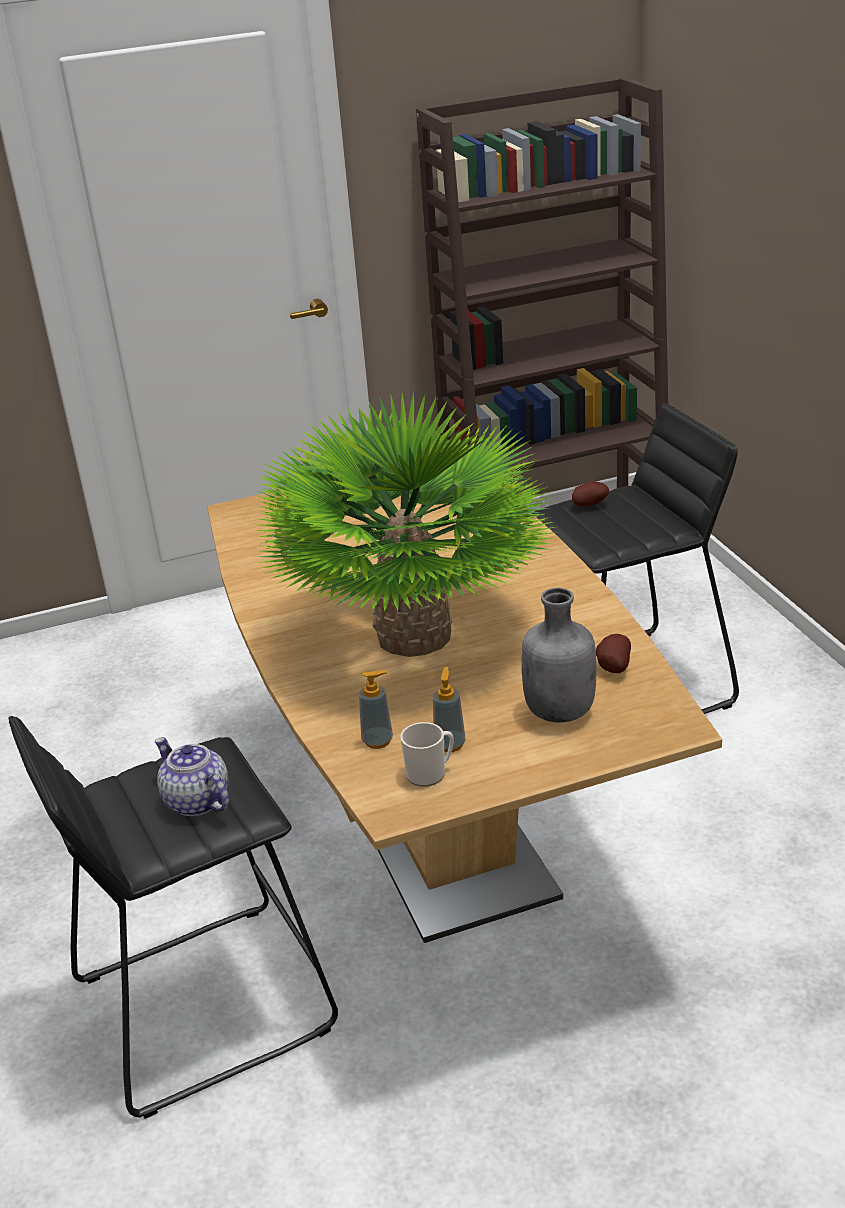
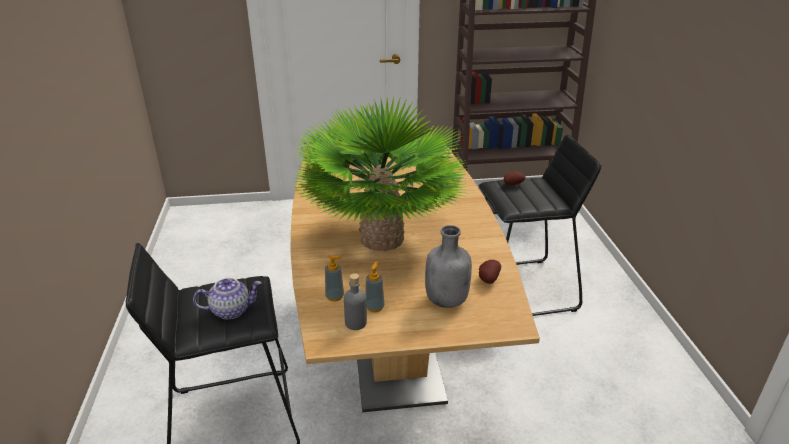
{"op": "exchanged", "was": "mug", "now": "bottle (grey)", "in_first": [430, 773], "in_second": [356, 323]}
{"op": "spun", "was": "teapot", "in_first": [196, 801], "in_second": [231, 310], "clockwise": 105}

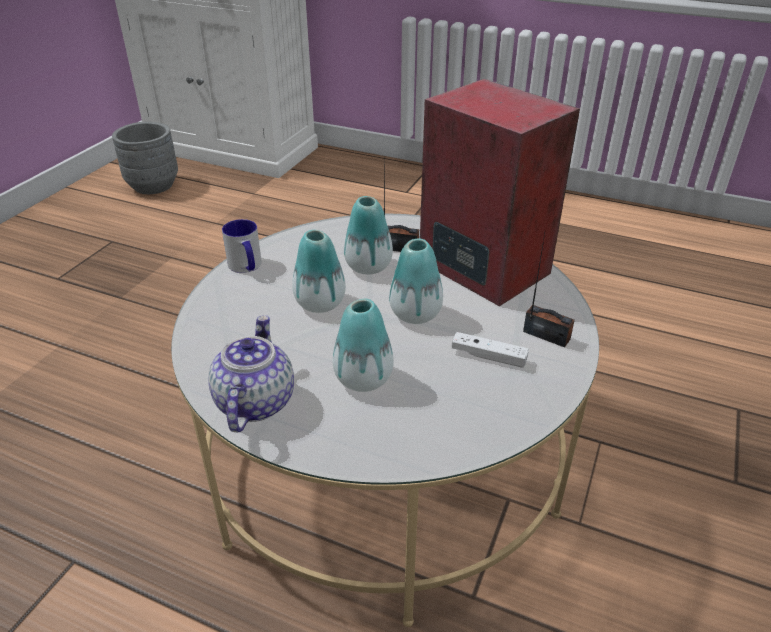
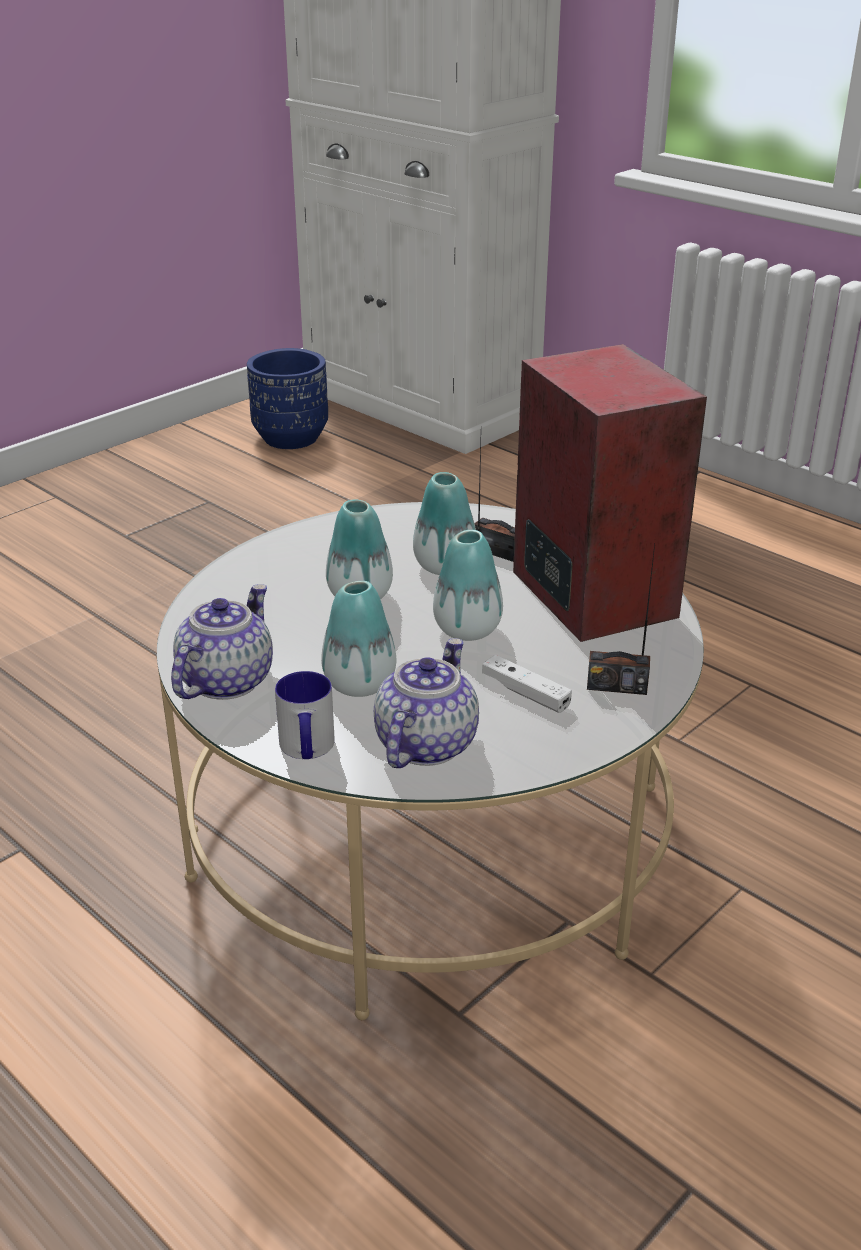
{"op": "colour", "was": "planter (grey)", "now": "planter (blue)", "in_first": [153, 185], "in_second": [291, 438]}
{"op": "relocated", "was": "mug", "in_first": [246, 267], "in_second": [307, 749]}
{"op": "spun", "was": "radio", "in_first": [546, 335], "in_second": [617, 686], "clockwise": 135}
{"op": "appeared", "now": "teapot", "in_second": [425, 743]}

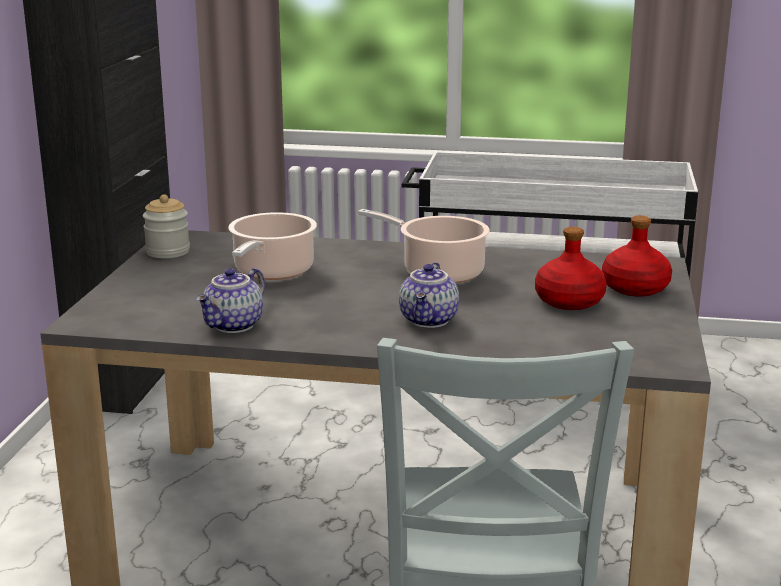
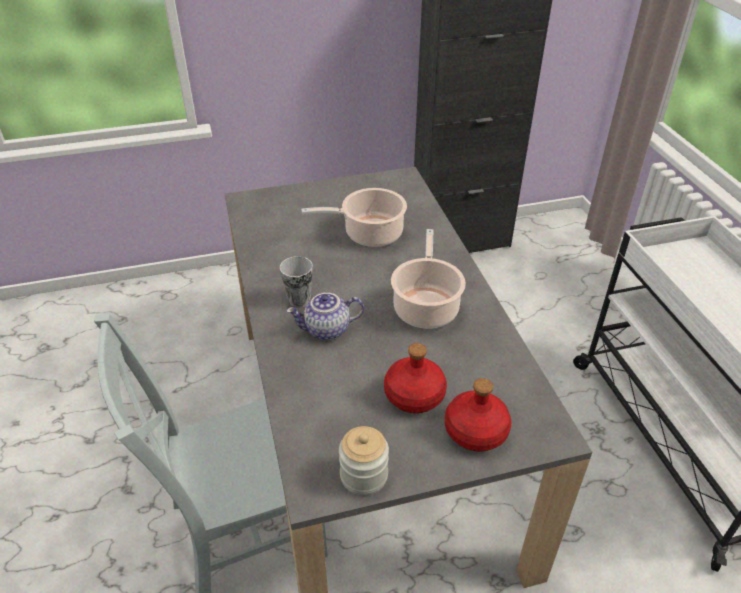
{"op": "relocated", "was": "jar", "in_first": [168, 252], "in_second": [364, 476]}
{"op": "missing", "was": "teapot", "in_first": [234, 326]}
{"op": "appeared", "now": "cup", "in_second": [299, 300]}

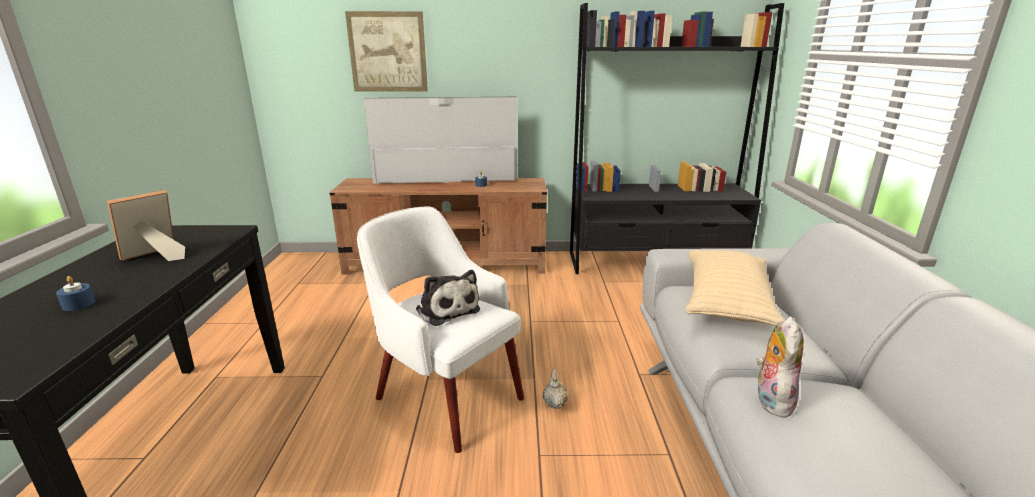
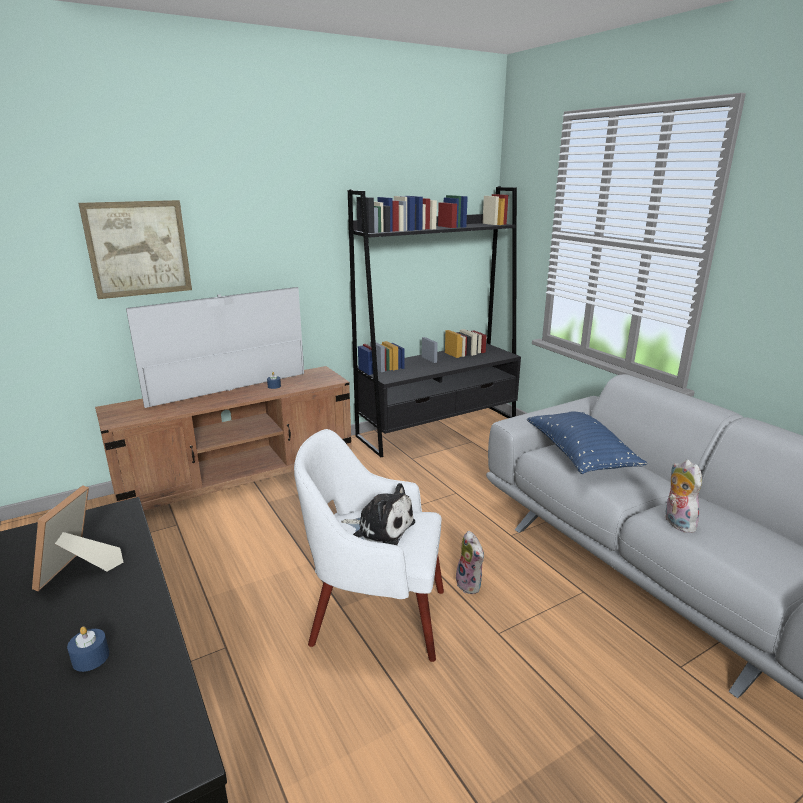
{"op": "colour", "was": "pillow (beige)", "now": "pillow (blue)", "in_first": [726, 302], "in_second": [579, 456]}
{"op": "exchanged", "was": "teapot (beige)", "now": "plush toy", "in_first": [554, 403], "in_second": [471, 584]}

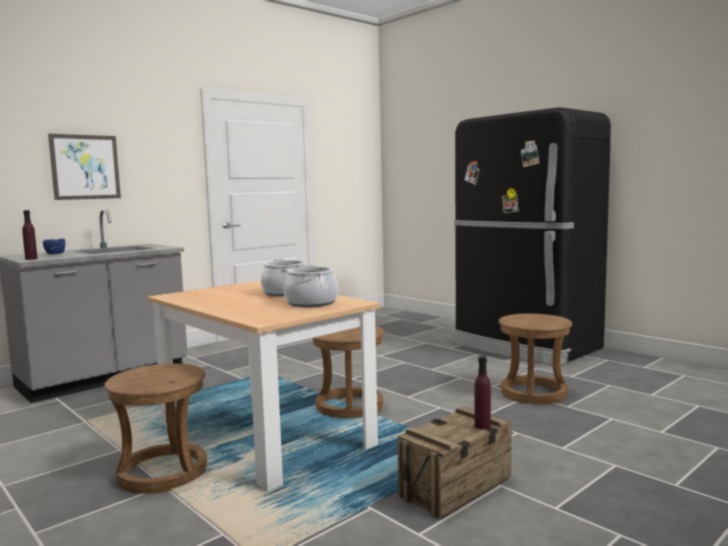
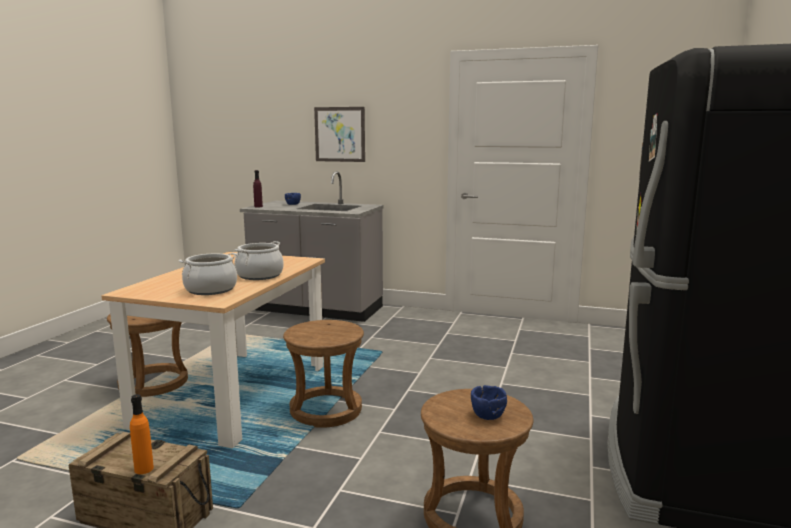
{"op": "colour", "was": "bottle (purple)", "now": "bottle (orange)", "in_first": [482, 426], "in_second": [144, 469]}
{"op": "appeared", "now": "bowl (blue)", "in_second": [487, 415]}

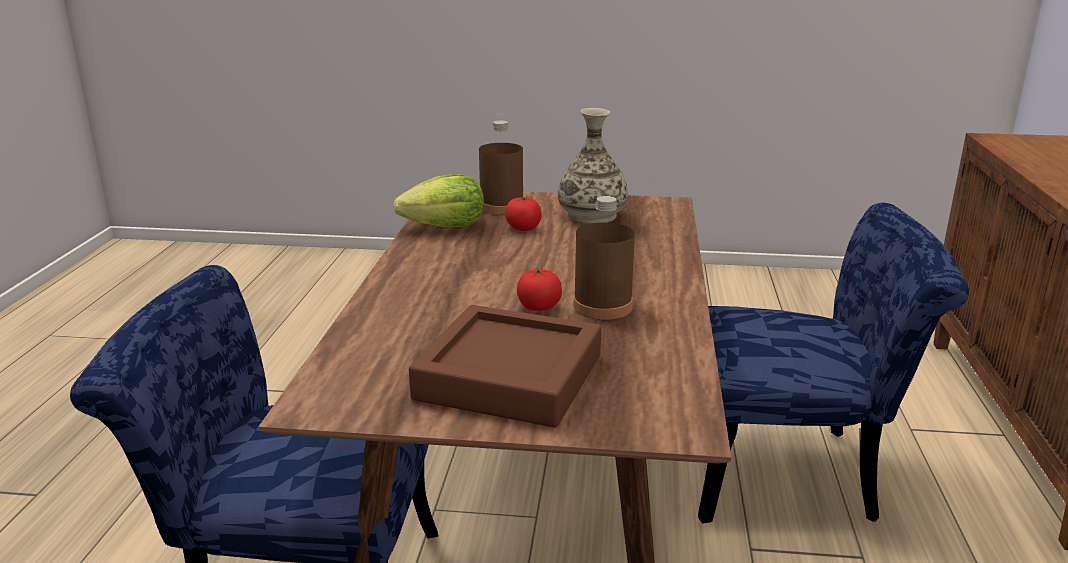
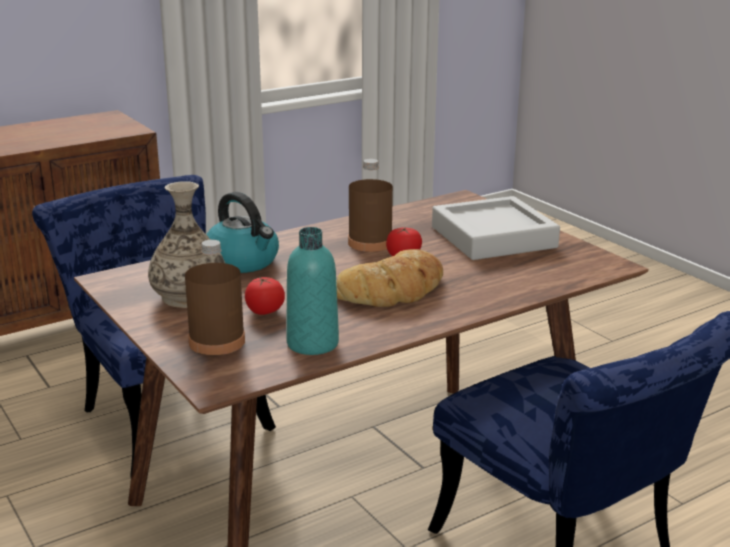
{"op": "exchanged", "was": "lettuce", "now": "bottle (turquoise)", "in_first": [445, 227], "in_second": [312, 343]}
{"op": "colour", "was": "tray (brown)", "now": "tray (grey)", "in_first": [509, 377], "in_second": [493, 237]}
{"op": "appeared", "now": "kettle", "in_second": [243, 262]}
{"op": "appeared", "now": "bread", "in_second": [394, 290]}

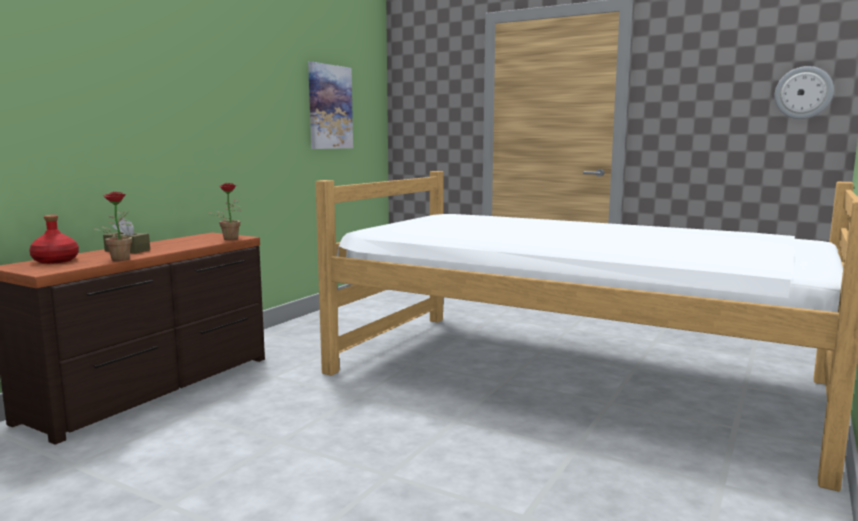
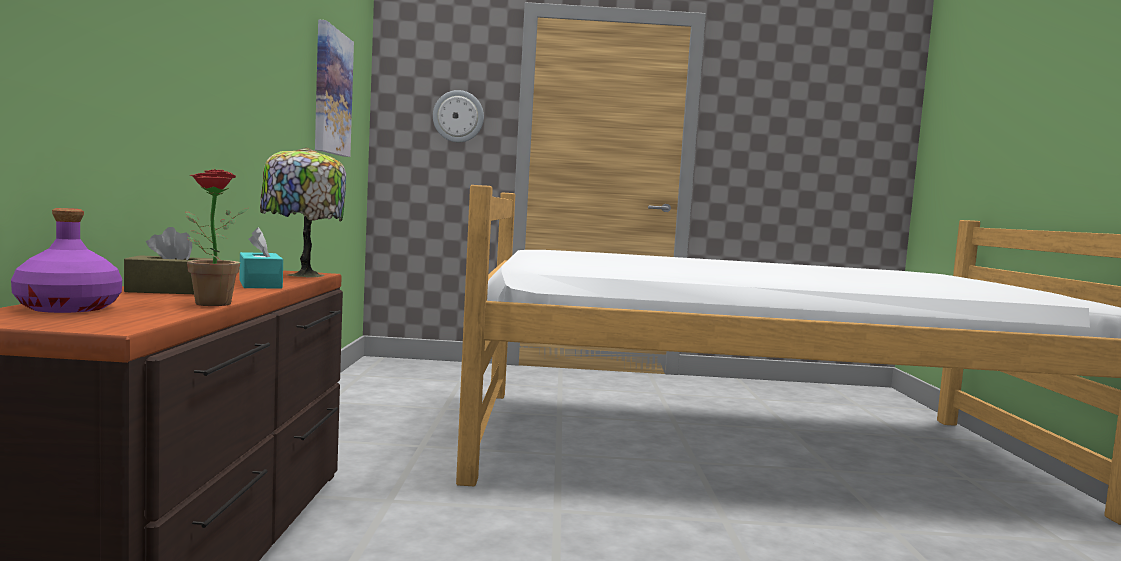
{"op": "relocated", "was": "wall clock", "in_first": [803, 93], "in_second": [458, 116]}
{"op": "exchanged", "was": "potted plant", "now": "table lamp", "in_first": [230, 238], "in_second": [302, 275]}
{"op": "colour", "was": "bottle (red)", "now": "bottle (purple)", "in_first": [55, 261], "in_second": [67, 308]}
{"op": "appeared", "now": "tissue box (turquoise)", "in_second": [260, 284]}

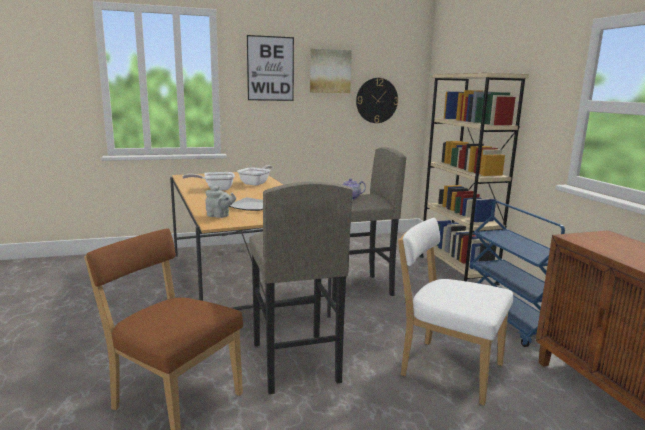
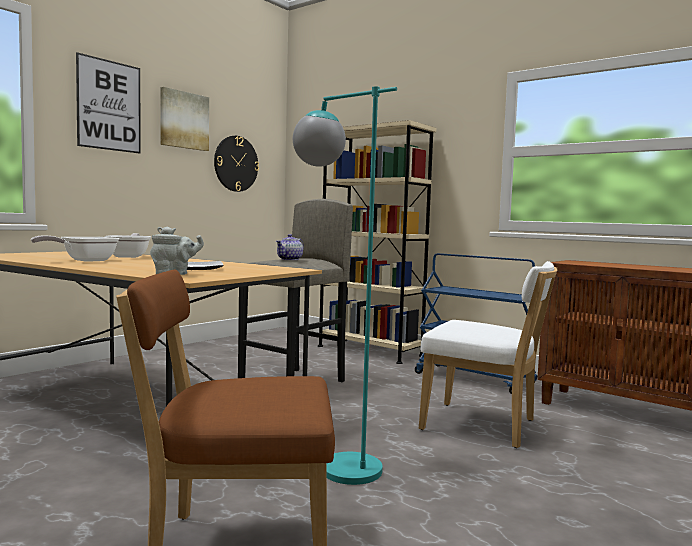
{"op": "exchanged", "was": "stool (grey)", "now": "floor lamp (turquoise)", "in_first": [294, 363], "in_second": [333, 464]}
{"op": "spun", "was": "chair (white)", "in_first": [446, 368], "in_second": [484, 426], "clockwise": -150}

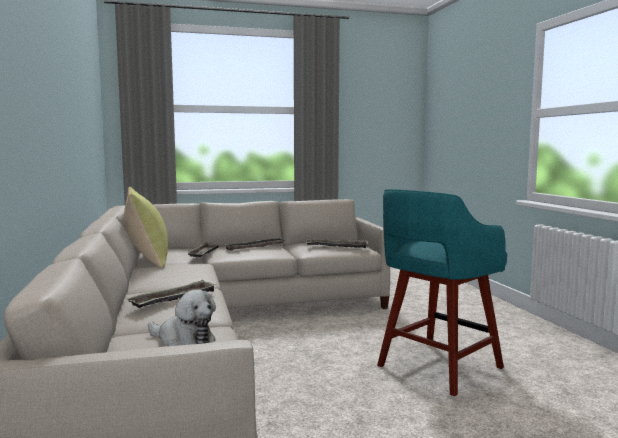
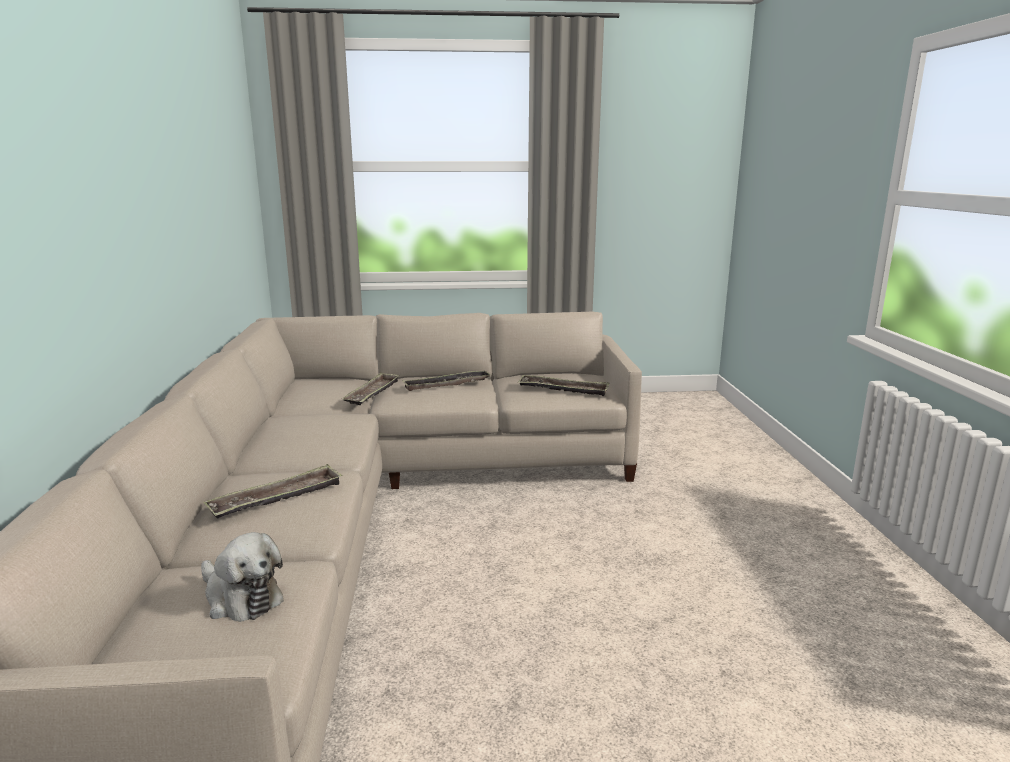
{"op": "missing", "was": "pillow (yellow)", "in_first": [147, 260]}
{"op": "missing", "was": "stool (turquoise)", "in_first": [437, 368]}

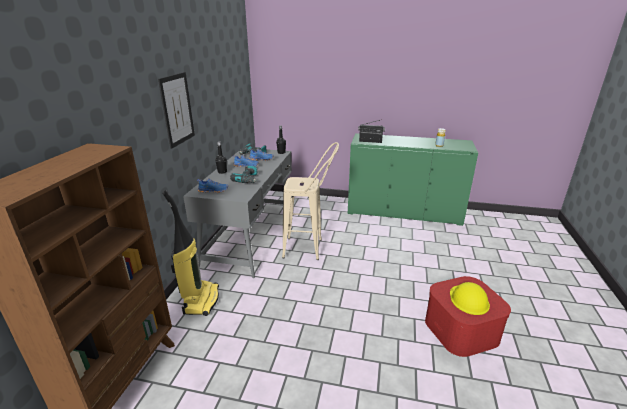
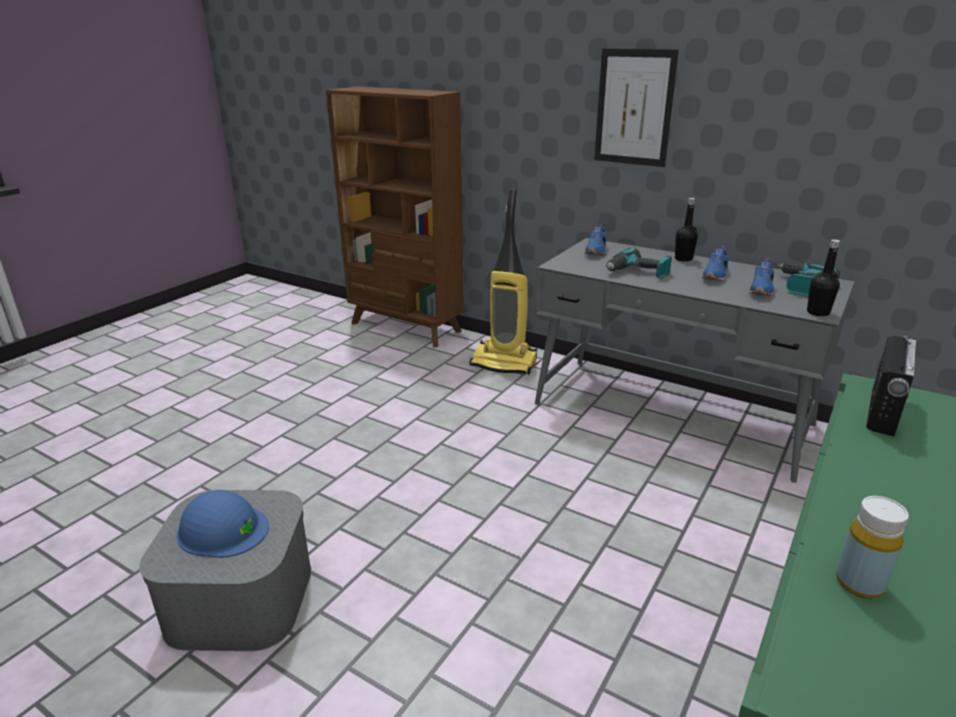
{"op": "missing", "was": "stool (beige)", "in_first": [310, 249]}
{"op": "colour", "was": "storage box (red)", "now": "storage box (grey)", "in_first": [461, 329], "in_second": [240, 598]}
{"op": "colour", "was": "hard hat (yellow)", "now": "hard hat (blue)", "in_first": [469, 299], "in_second": [222, 529]}

